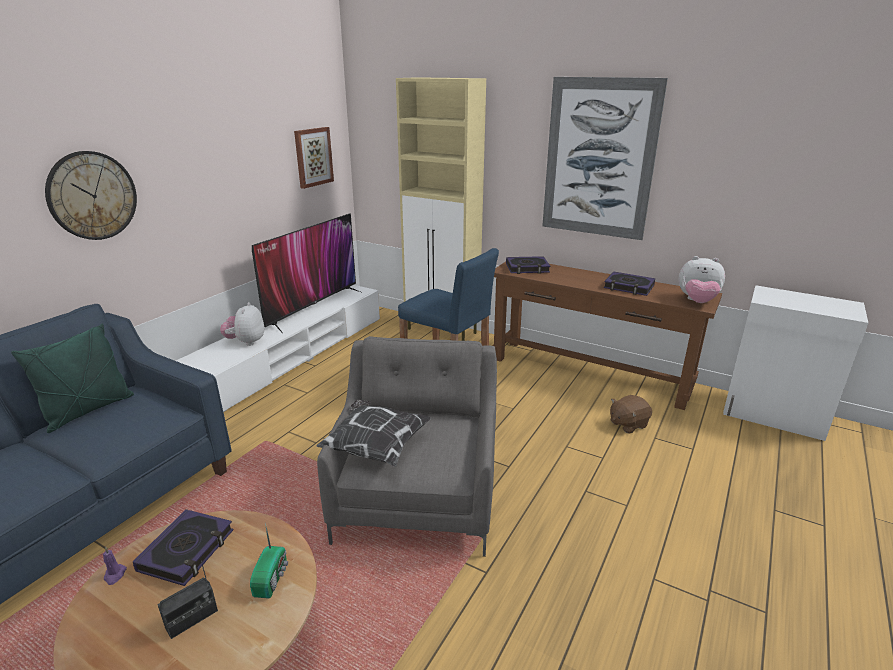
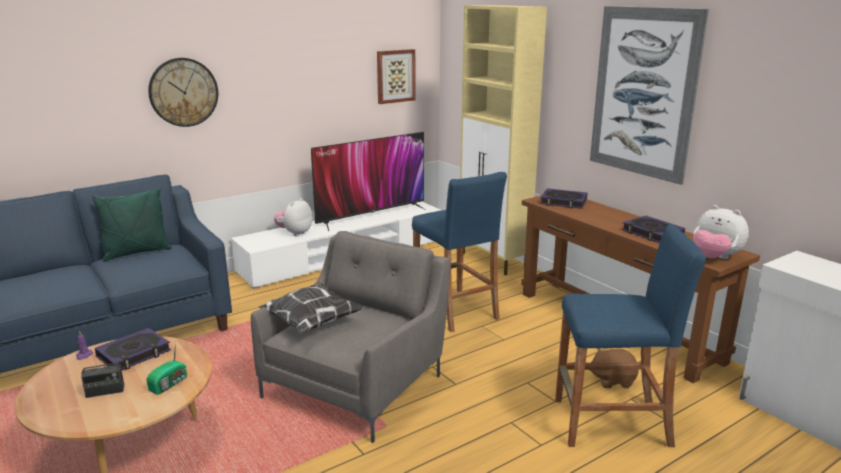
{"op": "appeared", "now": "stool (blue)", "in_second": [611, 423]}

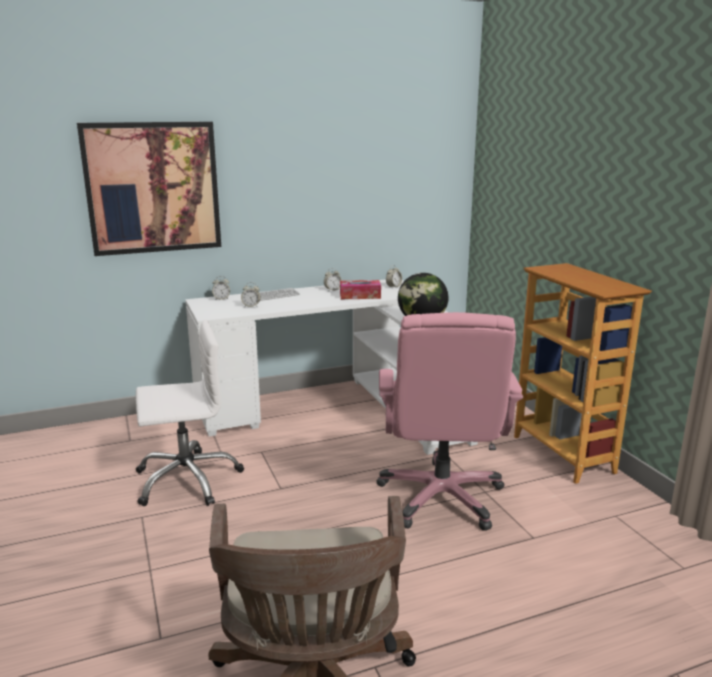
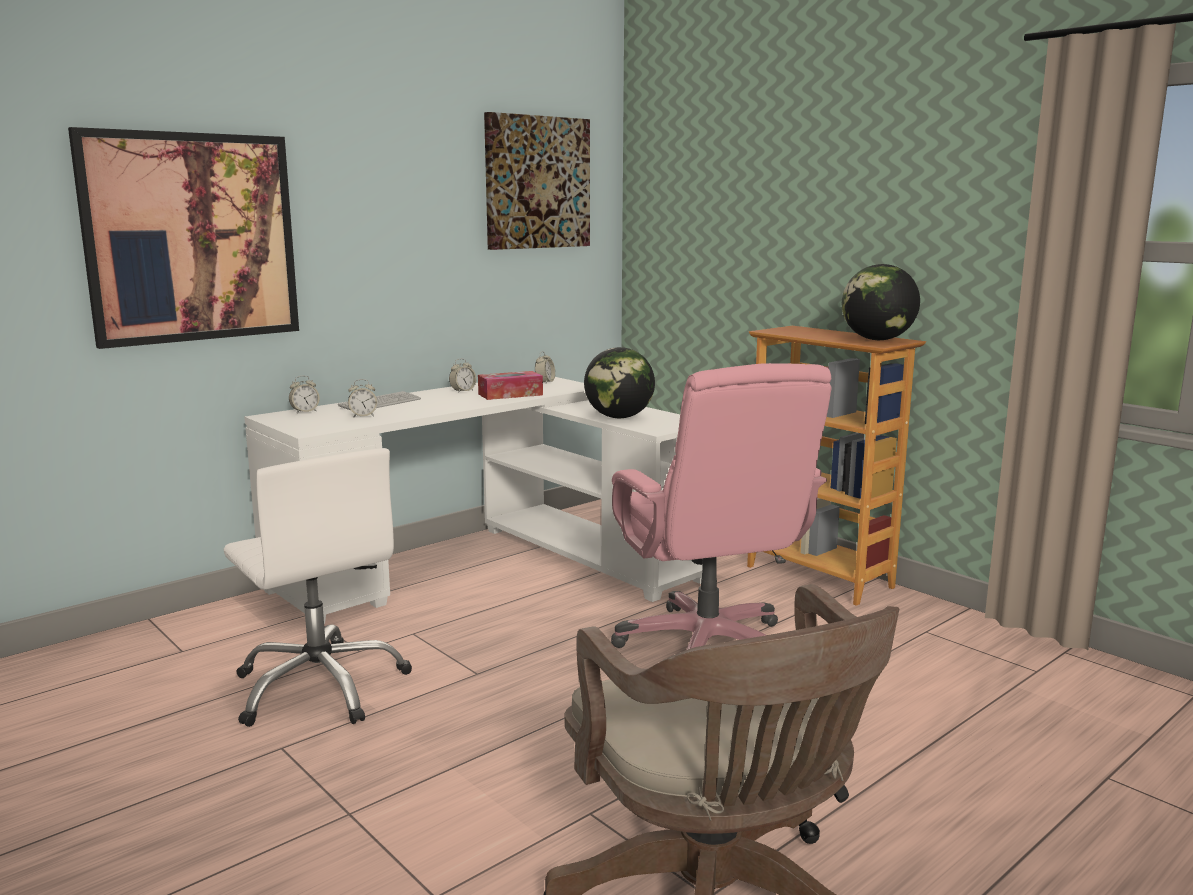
{"op": "spun", "was": "office chair (white)", "in_first": [187, 479], "in_second": [321, 686], "clockwise": 90}
{"op": "appeared", "now": "picture", "in_second": [537, 182]}
{"op": "appeared", "now": "globe", "in_second": [877, 340]}

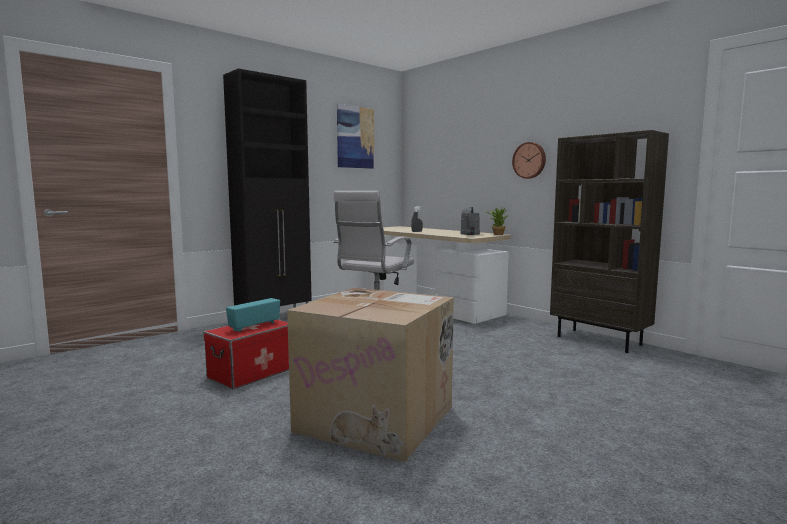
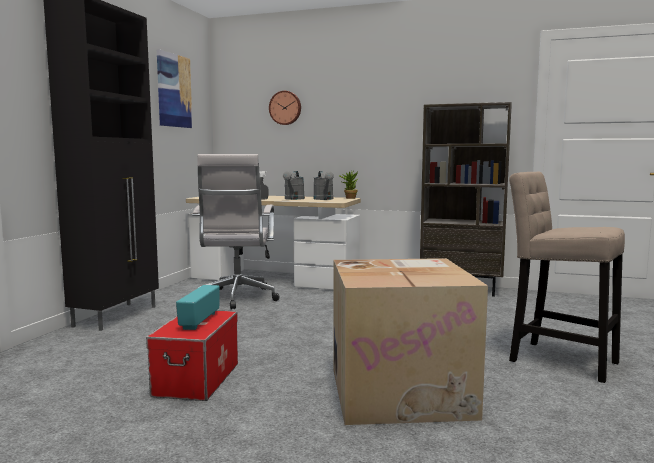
{"op": "relocated", "was": "wall clock", "in_first": [529, 160], "in_second": [285, 108]}
{"op": "appeared", "now": "watering can (grey)", "in_second": [293, 199]}
{"op": "appeared", "now": "stool (beige)", "in_second": [557, 360]}

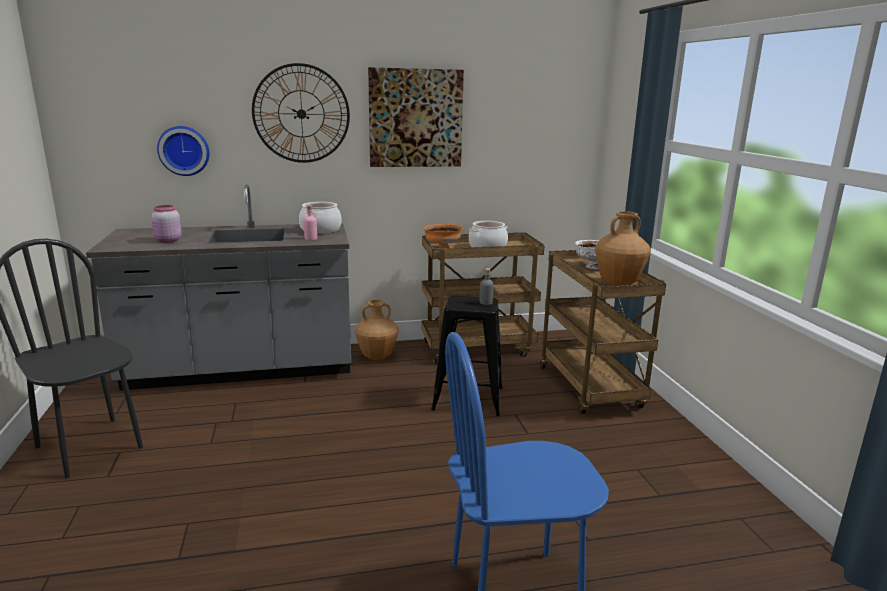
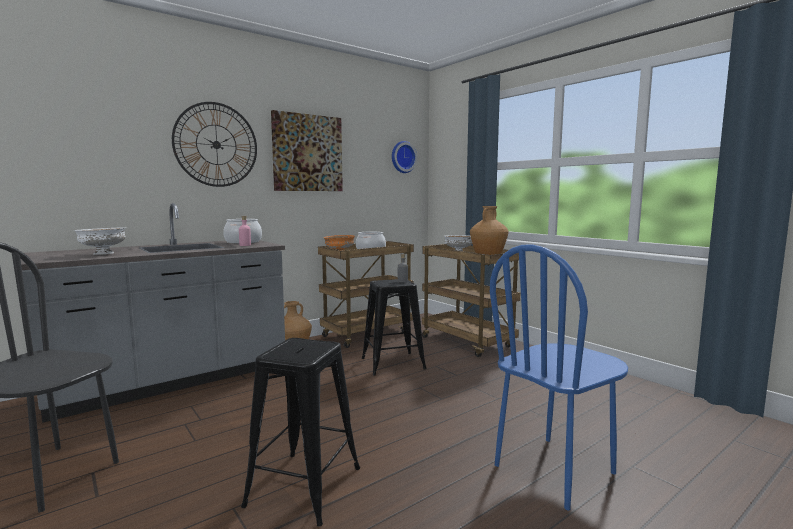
{"op": "relocated", "was": "wall clock", "in_first": [184, 150], "in_second": [402, 157]}
{"op": "exchanged", "was": "jar (pink)", "now": "bowl (white)", "in_first": [167, 241], "in_second": [102, 254]}
{"op": "appeared", "now": "stool (black)", "in_second": [304, 486]}

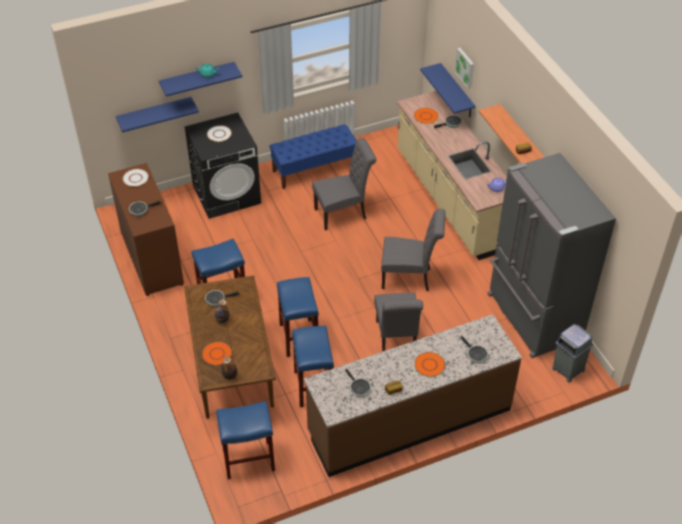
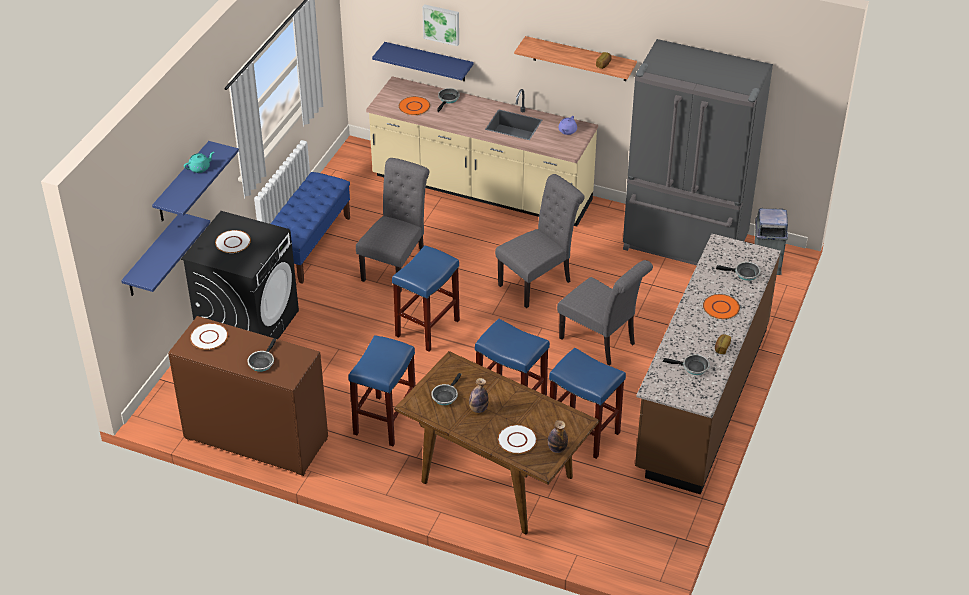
{"op": "colour", "was": "plate (orange)", "now": "plate (white)", "in_first": [216, 354], "in_second": [517, 440]}
{"op": "relocated", "was": "stool (blue)", "in_first": [248, 460], "in_second": [427, 329]}

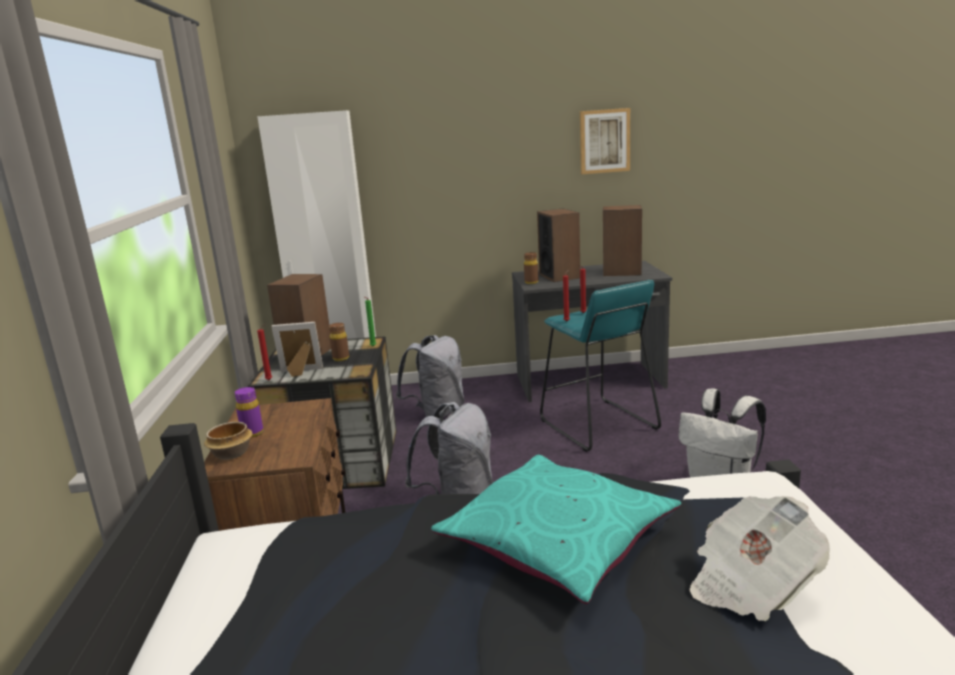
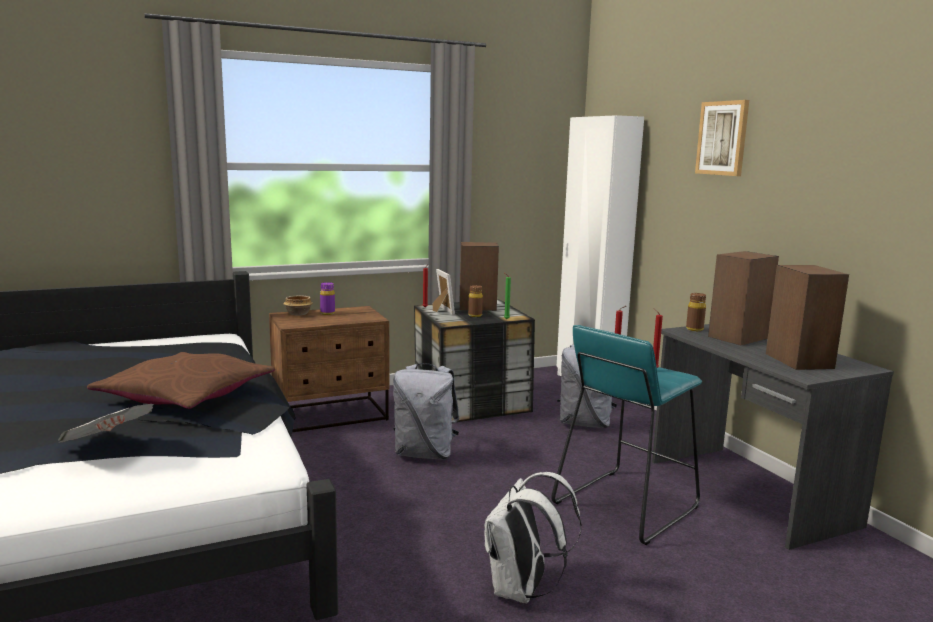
{"op": "relocated", "was": "picture", "in_first": [604, 141], "in_second": [723, 138]}
{"op": "colour", "was": "pillow (turquoise)", "now": "pillow (brown)", "in_first": [558, 540], "in_second": [186, 395]}

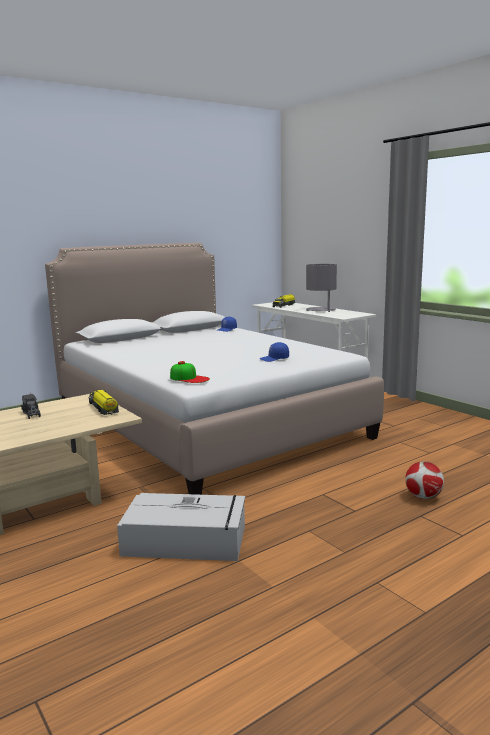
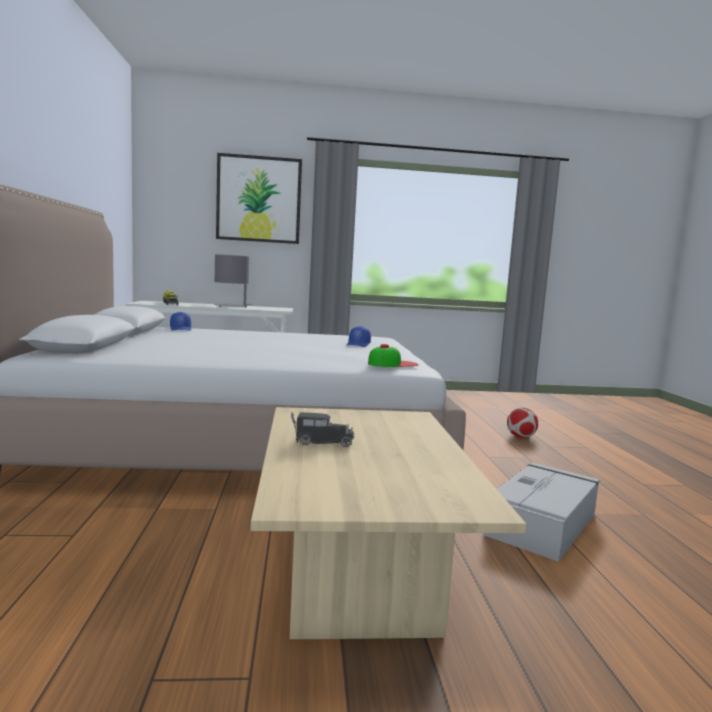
{"op": "missing", "was": "toy truck", "in_first": [103, 408]}
{"op": "appeared", "now": "picture", "in_second": [259, 199]}

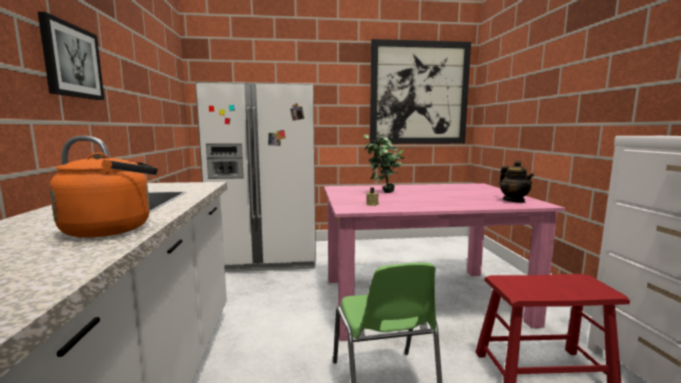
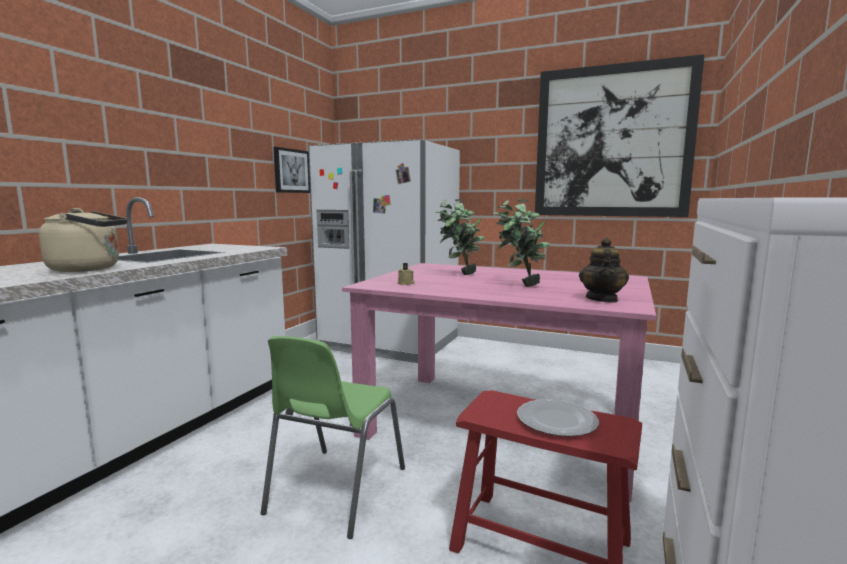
{"op": "relocated", "was": "picture", "in_first": [71, 61], "in_second": [291, 171]}
{"op": "colour", "was": "kettle (orange)", "now": "kettle (beige)", "in_first": [114, 228], "in_second": [89, 269]}
{"op": "appeared", "now": "potted plant", "in_second": [519, 286]}
{"op": "appeared", "now": "plate", "in_second": [555, 420]}

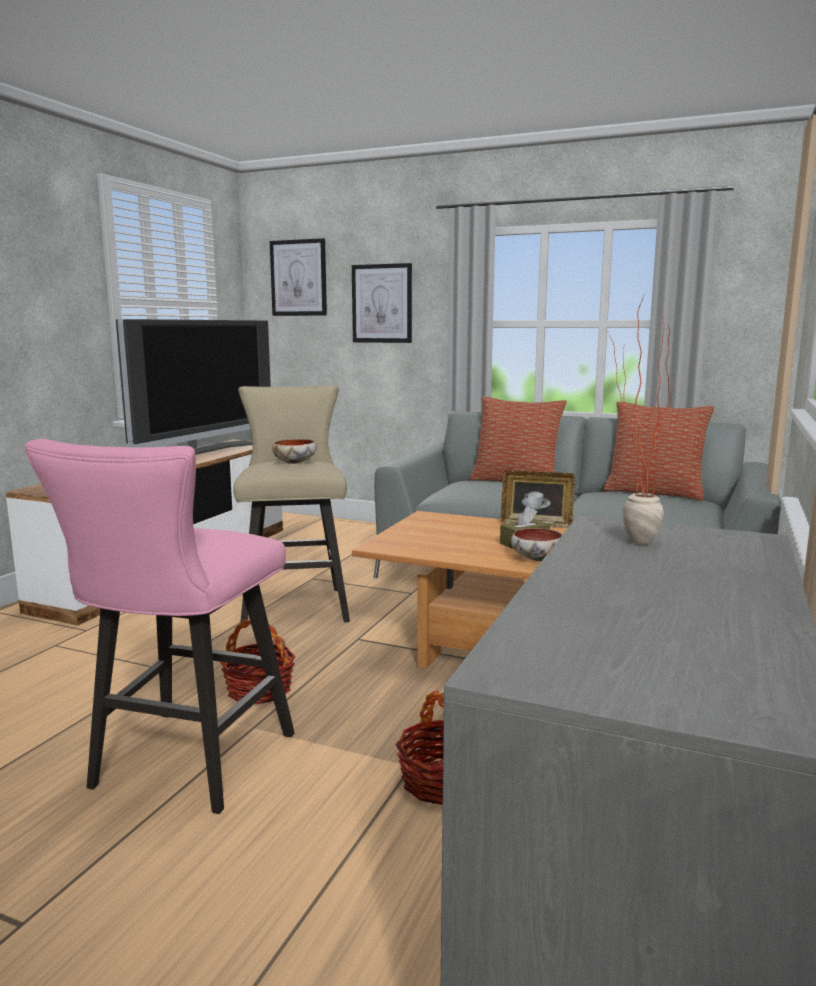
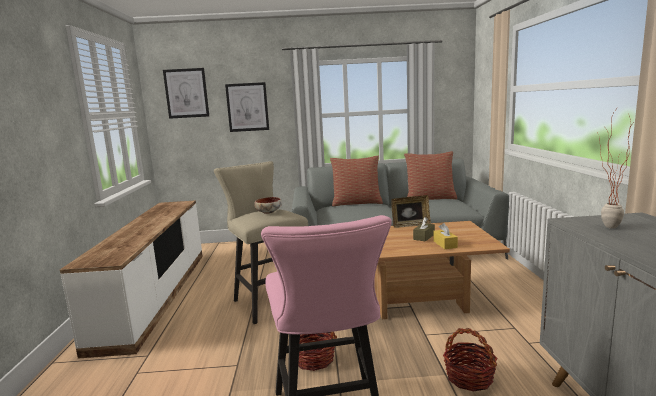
{"op": "missing", "was": "television", "in_first": [200, 453]}
{"op": "exchanged", "was": "bowl", "now": "tissue box (yellow)", "in_first": [537, 559], "in_second": [445, 244]}

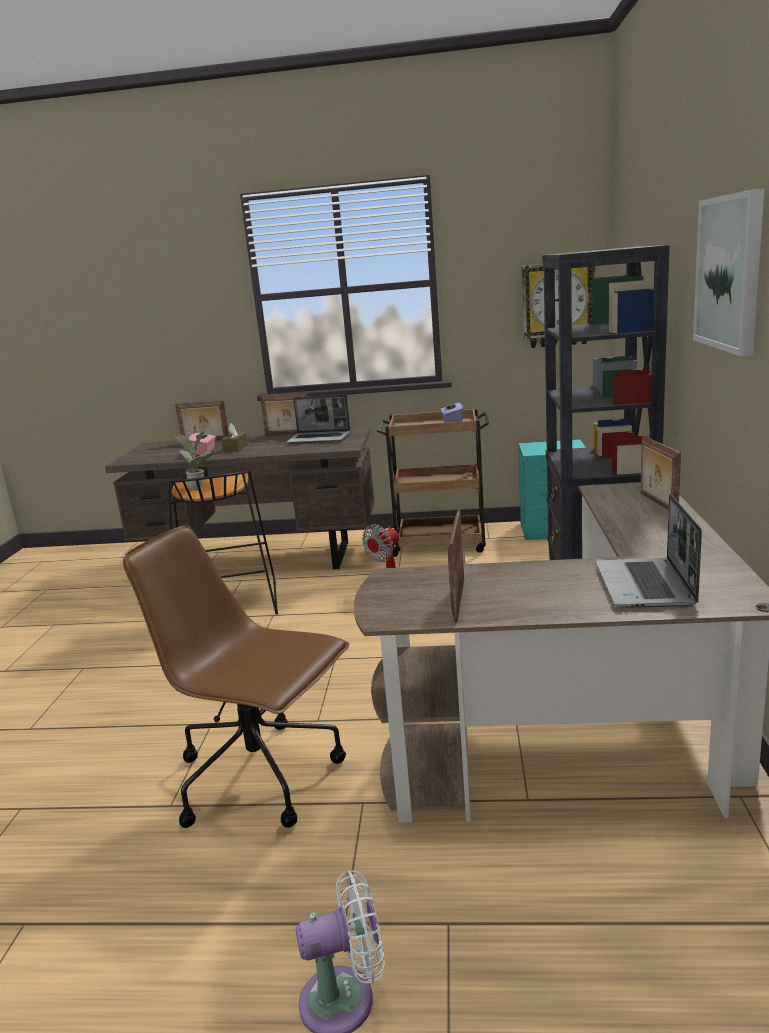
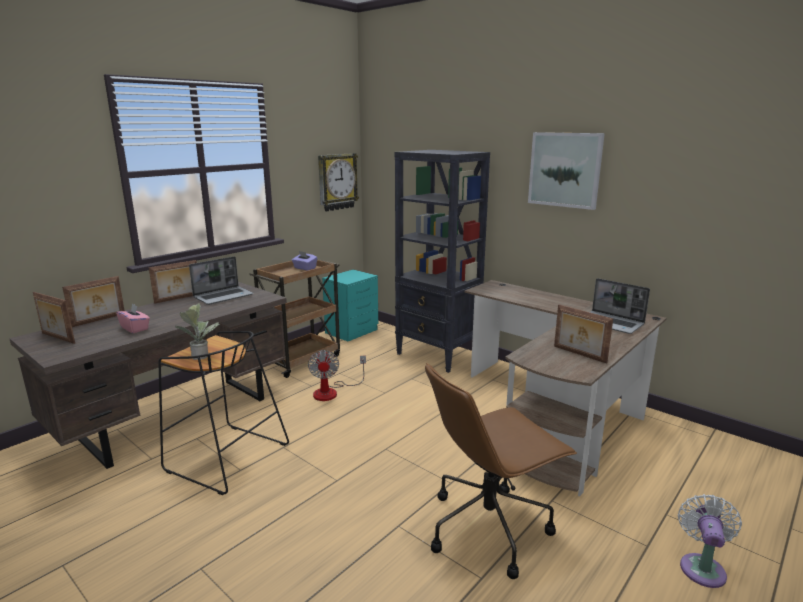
{"op": "missing", "was": "tissue box (brown)", "in_first": [235, 448]}
{"op": "relocated", "was": "picture frame", "in_first": [657, 503], "in_second": [57, 338]}

